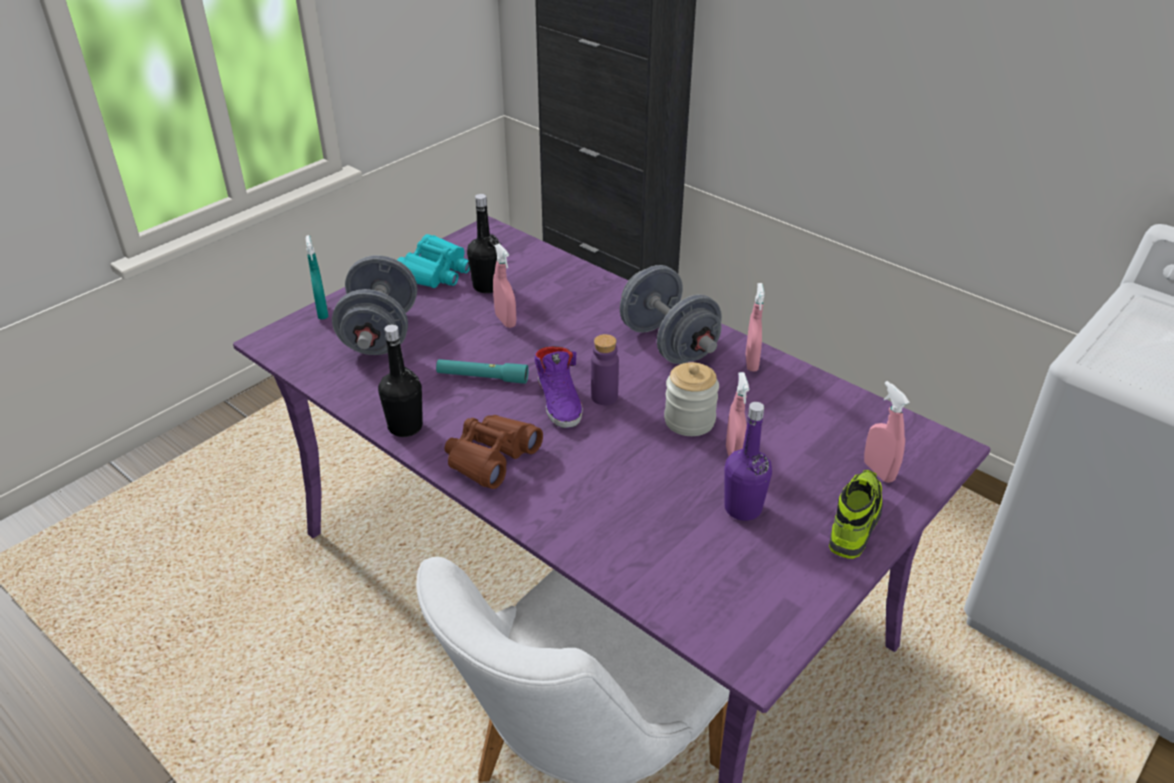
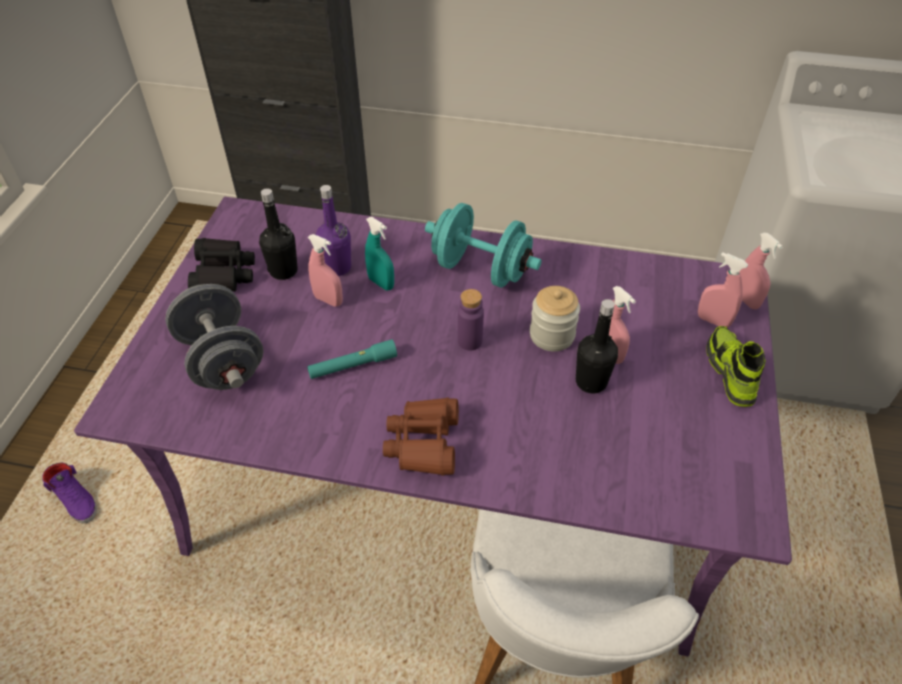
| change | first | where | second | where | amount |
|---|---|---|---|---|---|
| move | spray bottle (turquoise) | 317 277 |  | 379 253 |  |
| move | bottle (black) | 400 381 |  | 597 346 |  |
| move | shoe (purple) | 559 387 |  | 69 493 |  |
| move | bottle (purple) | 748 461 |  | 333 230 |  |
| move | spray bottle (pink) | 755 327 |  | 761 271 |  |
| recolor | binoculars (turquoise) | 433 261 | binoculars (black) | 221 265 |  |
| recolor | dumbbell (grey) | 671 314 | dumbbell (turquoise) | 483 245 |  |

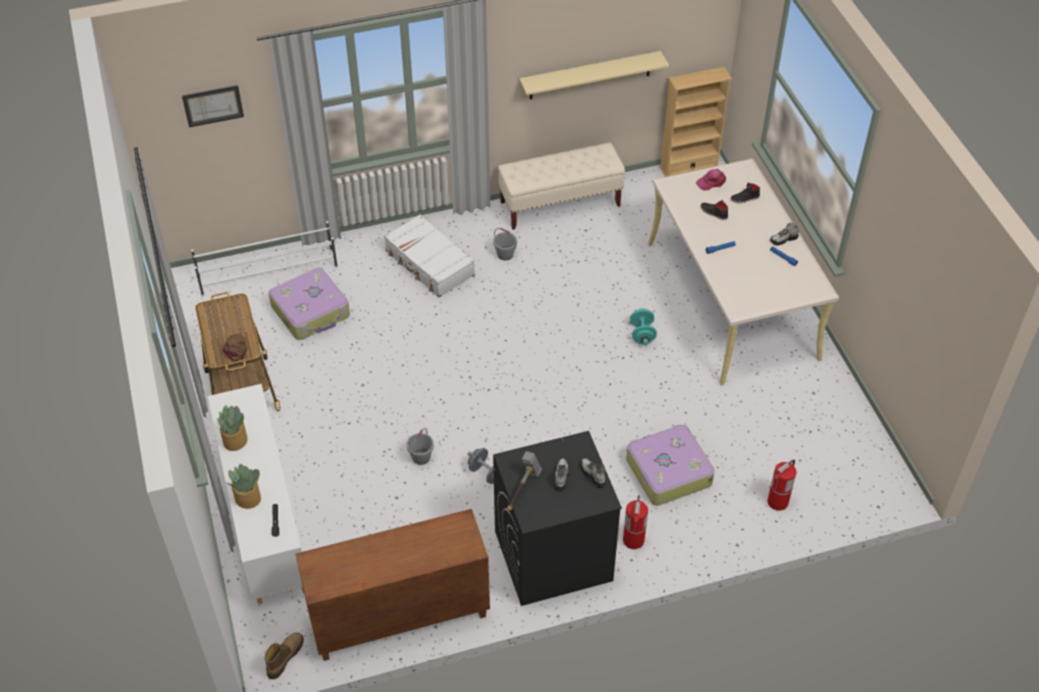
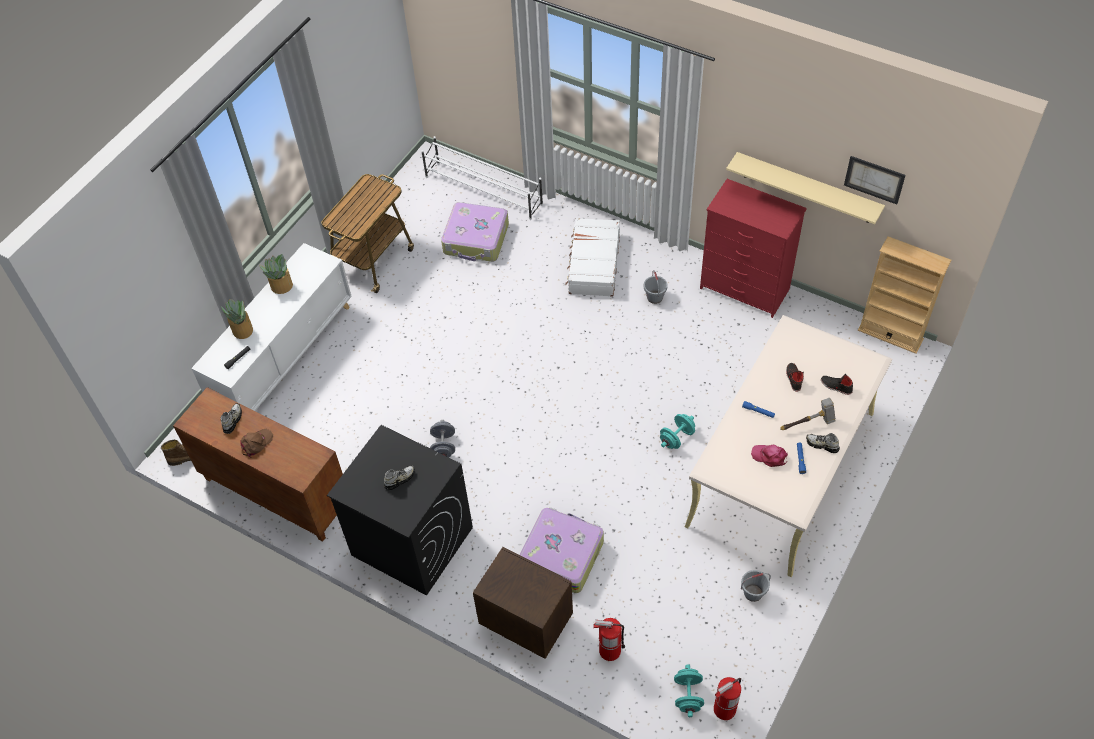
| change | first | where | second | where | amount |
|---|---|---|---|---|---|
| insert |  |  | nightstand (brown) | 523 603 |  |
| insert |  |  | dumbbell (turquoise) | 689 690 |  |
| move | picture | 213 106 |  | 875 180 |  |
| move | cap (brown) | 235 347 |  | 256 443 |  |
| move | bucket (grey) | 420 446 |  | 756 586 |  |
| move | hammer | 524 481 |  | 808 414 |  |
| move | shoe | 593 473 |  | 231 418 |  |
| move | fire extinguisher | 635 522 |  | 727 698 |  |
| move | cap (pink) | 711 180 |  | 769 455 |  |
| replace | bench (beige) | 561 186 | dresser (red) | 753 248 |  |

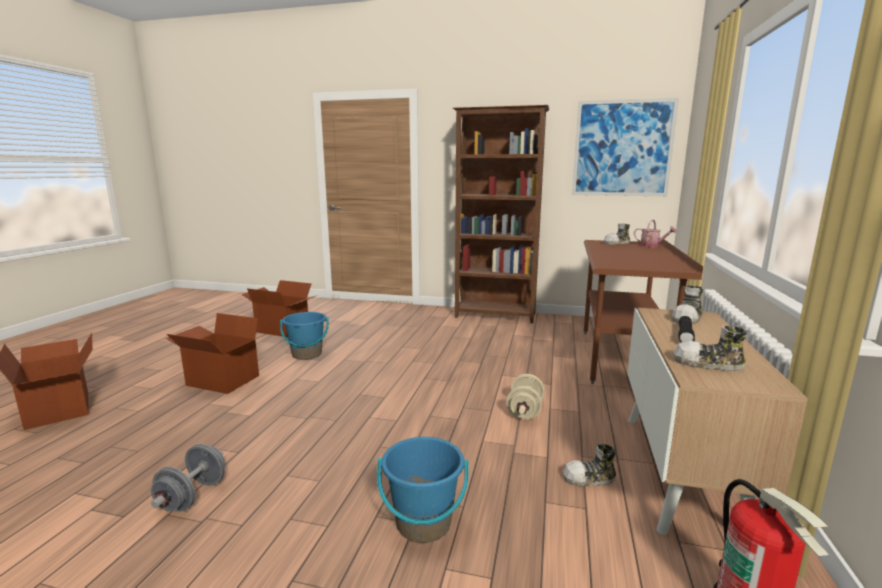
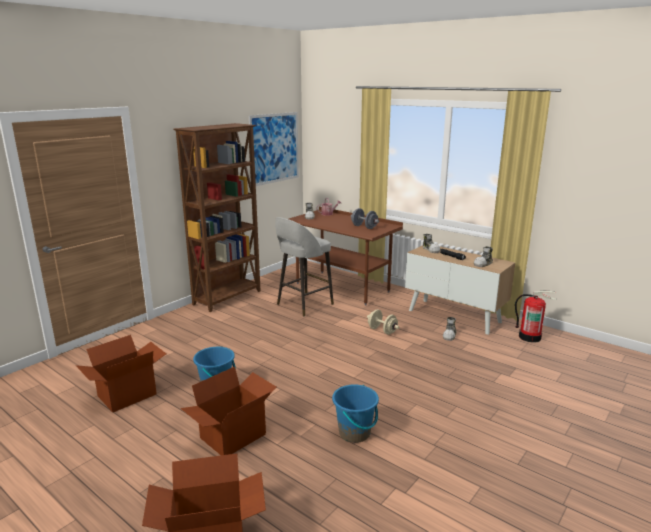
| change | first | where | second | where | amount |
|---|---|---|---|---|---|
| insert |  |  | stool (grey) | 305 267 |  |
| move | dumbbell (grey) | 188 478 |  | 365 218 |  |
| move | bucket (blue) | 423 490 |  | 355 413 |  |

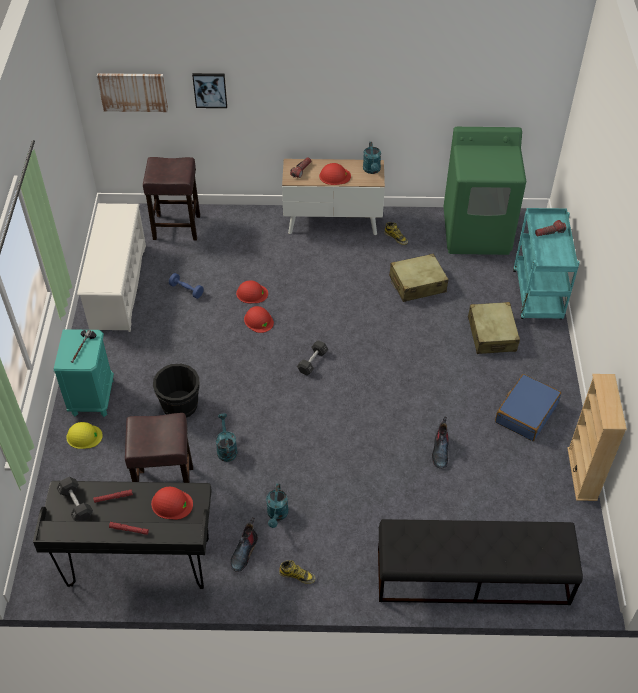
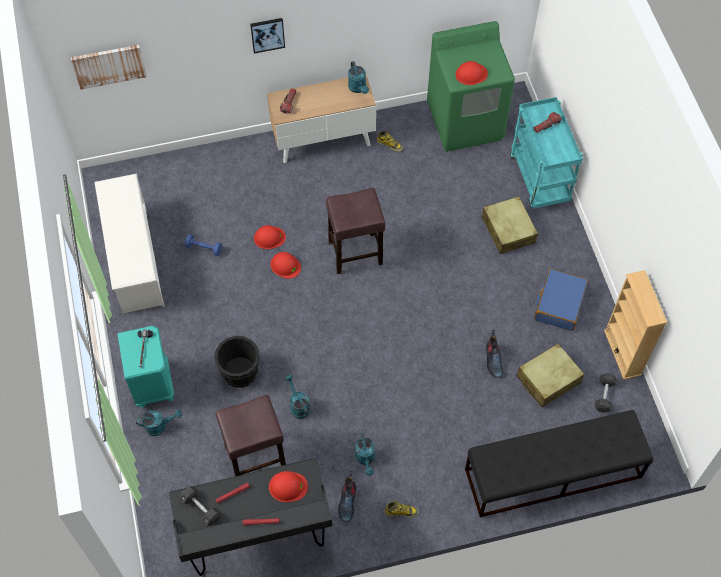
| change | first | where | second | where | amount |
|---|---|---|---|---|---|
| move | stool (brown) | 171 199 |  | 355 231 |  |
| move | picture | 209 90 |  | 267 36 |  |
| move | dumbbell (black) | 312 358 |  | 605 393 |  |
| move | hard hat (red) | 335 174 |  | 471 73 |  |
| move | suitcase (beige) | 418 278 |  | 550 375 |  |
| replace | hard hat (yellow) | 84 435 | watering can (turquoise) | 159 422 |  |

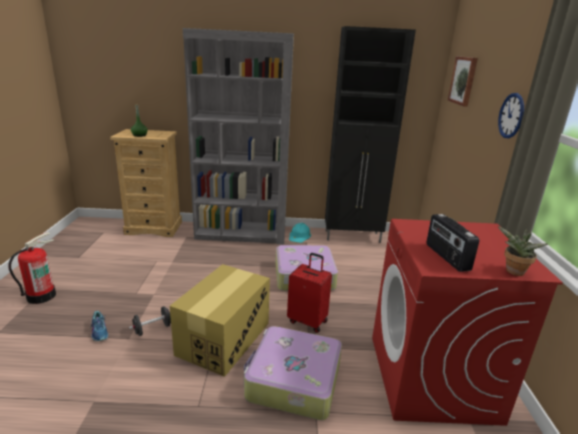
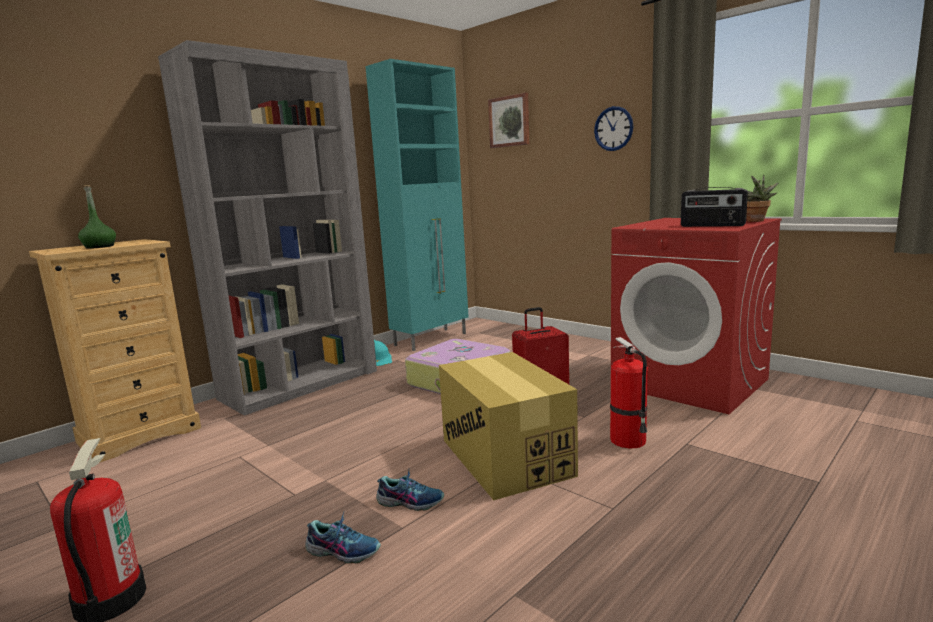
| change | first | where | second | where | amount |
|---|---|---|---|---|---|
| replace | dumbbell (black) | 150 321 | shoe | 410 490 |  |
| replace | suitcase | 293 373 | fire extinguisher | 629 392 |  |
| recolor | cabinet (black) | 370 134 | cabinet (turquoise) | 417 205 |  |

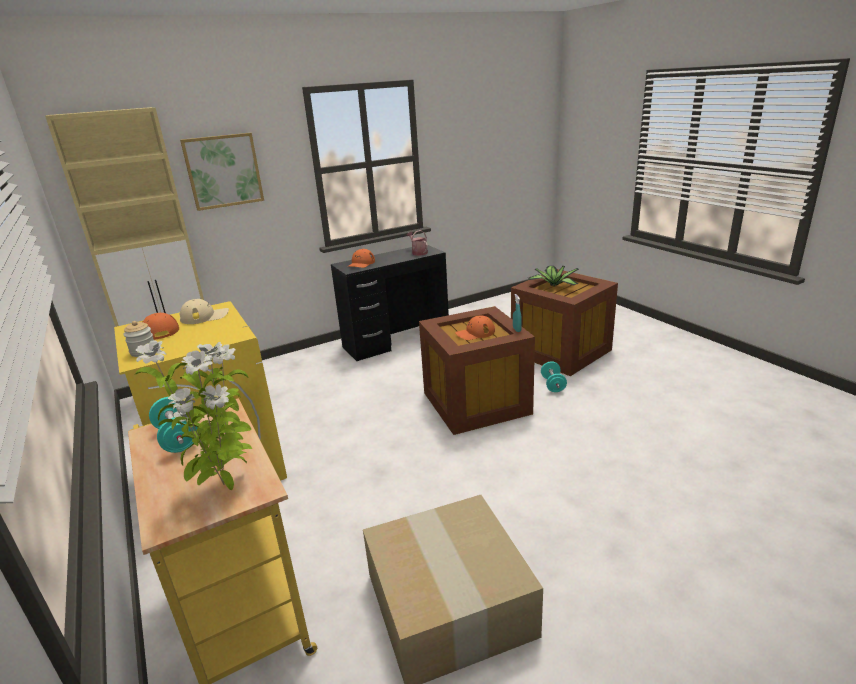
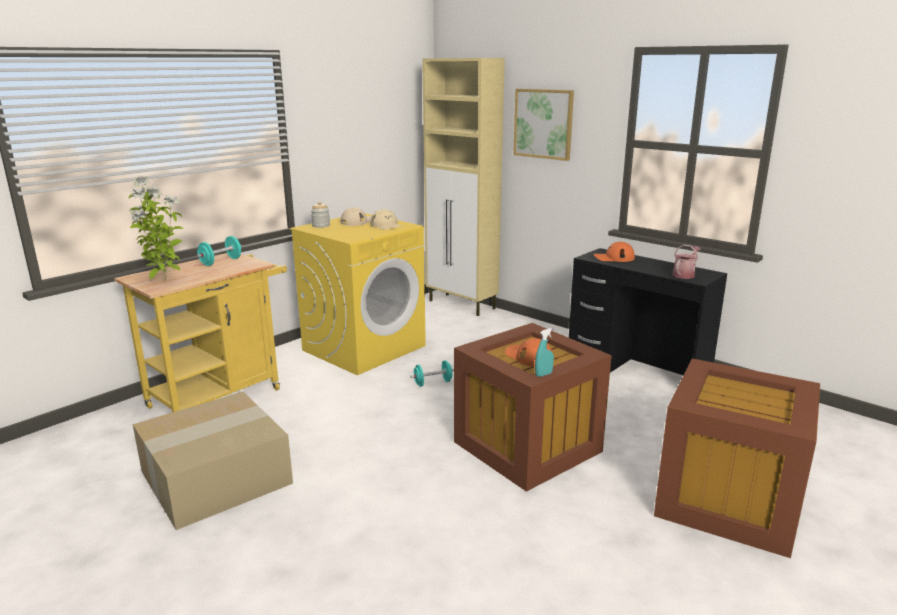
| change | first | where | second | where | amount |
|---|---|---|---|---|---|
| delete | potted plant | 554 276 |  |  |  |
| move | dumbbell (turquoise) | 554 376 |  | 432 373 |  |
| recolor | cap (orange) | 160 326 | cap (beige) | 358 216 |  |

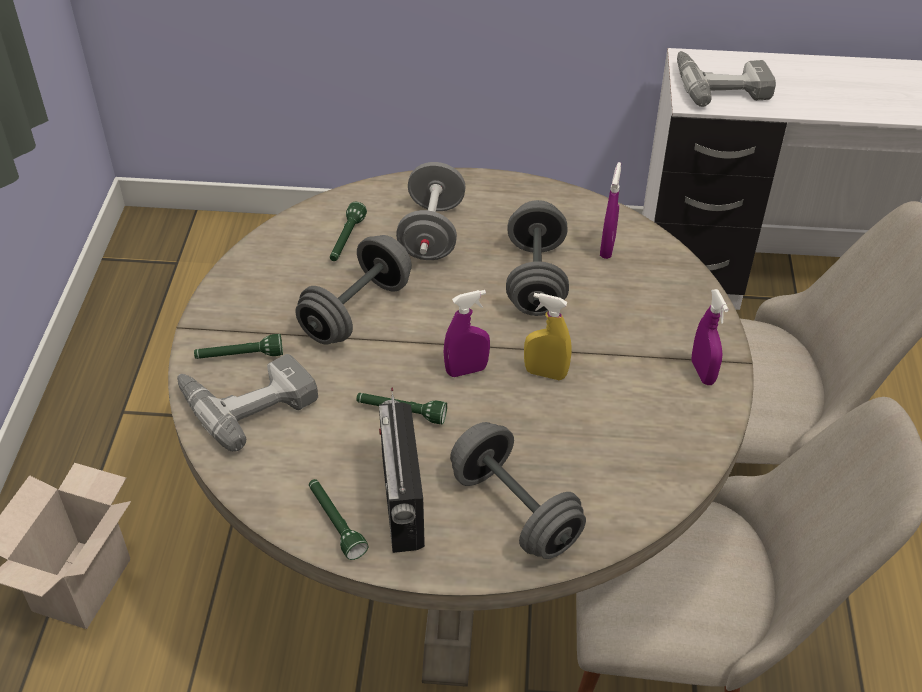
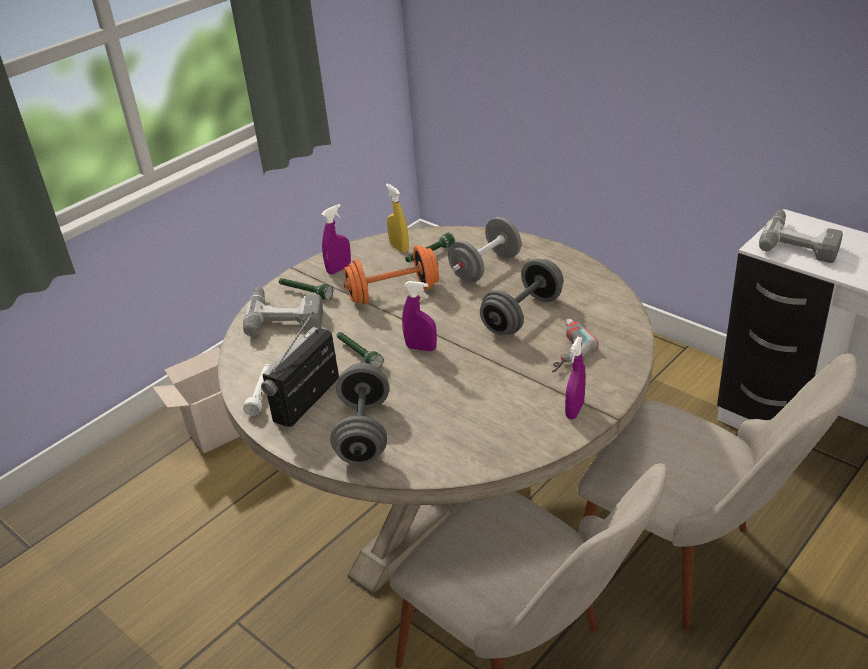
| change | first | where | second | where | amount |
|---|---|---|---|---|---|
| insert |  |  | power drill | 575 345 |  |
| move | spray bottle (yellow) | 548 336 |  | 397 218 |  |
| move | spray bottle (purple) | 610 210 |  | 336 239 |  |
| recolor | dumbbell (grey) | 353 290 | dumbbell (orange) | 391 274 |  |
| recolor | flashlight (green) | 338 519 | flashlight (white) | 257 390 |  |

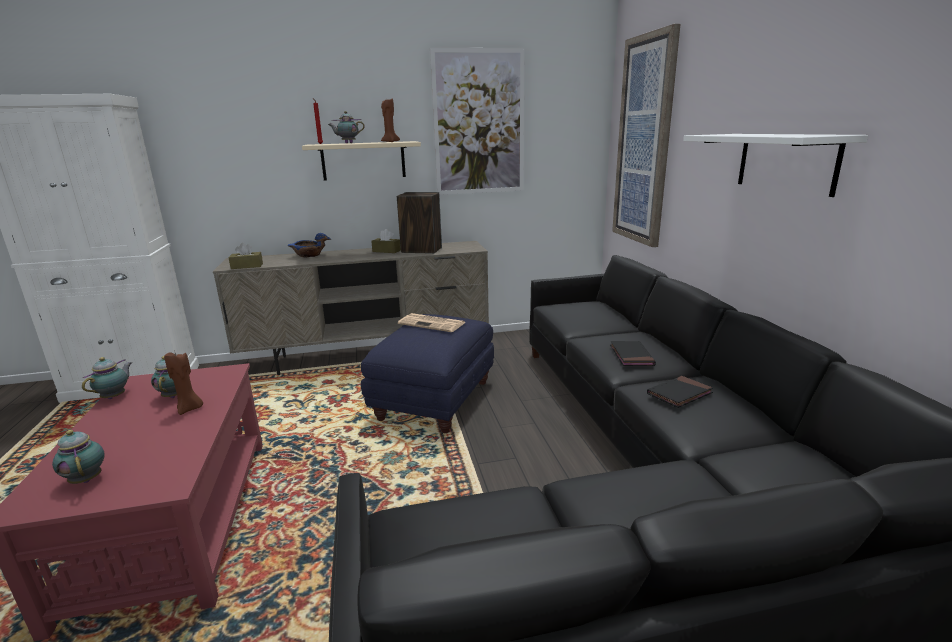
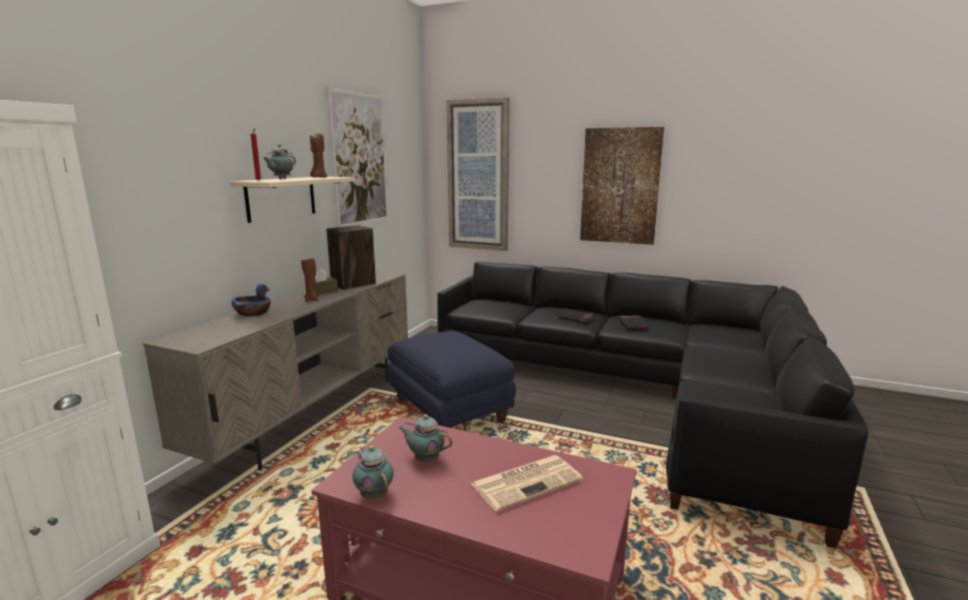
| change | first | where | second | where | amount |
|---|---|---|---|---|---|
| delete | teapot | 78 457 |  |  |  |
| delete | tissue box (brown) | 246 256 |  |  |  |
| move | candle (brown) | 183 382 |  | 310 280 |  |
| move | newspaper | 432 322 |  | 527 483 |  |
| replace | shelf (white) | 775 165 | picture | 622 186 |  |

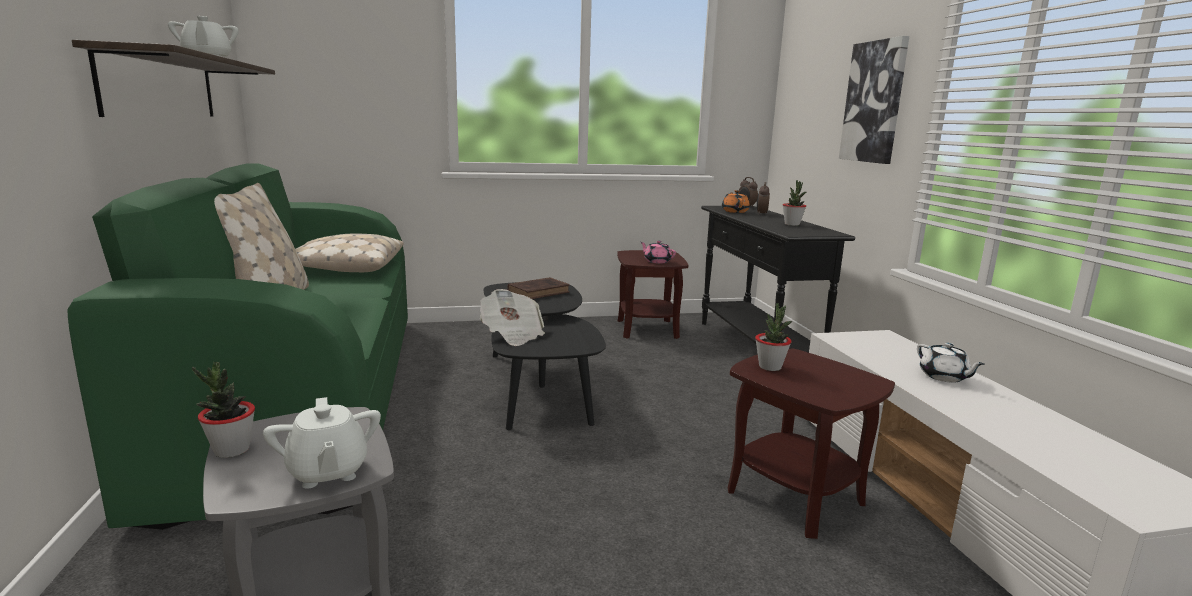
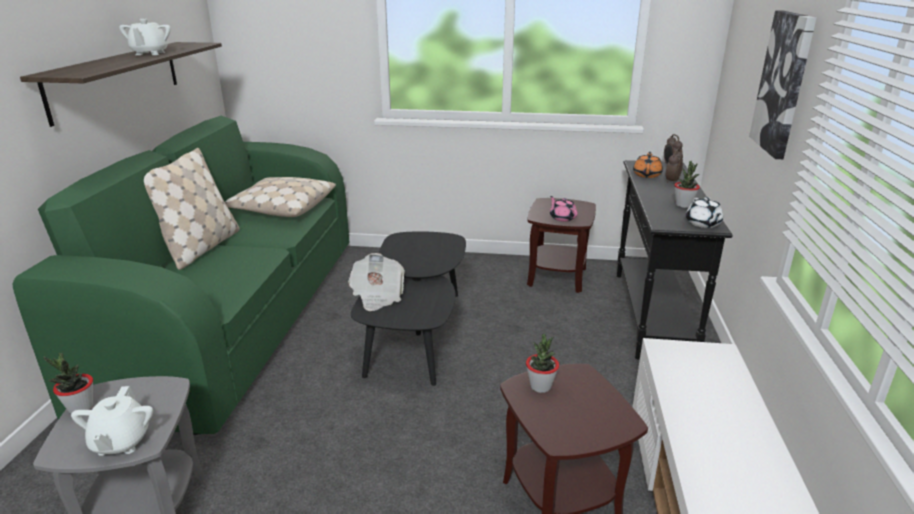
| change | first | where | second | where | amount |
|---|---|---|---|---|---|
| delete | book (brown) | 538 288 |  |  |  |
| move | teapot (white) | 951 363 |  | 704 212 |  |

